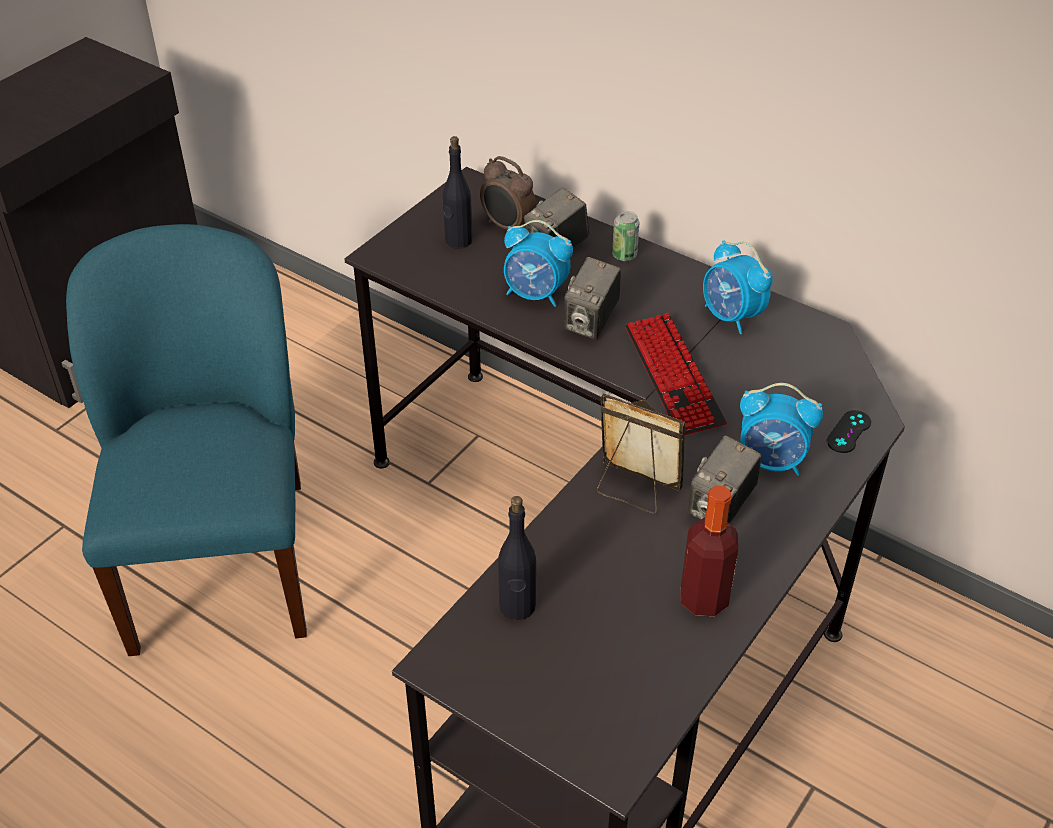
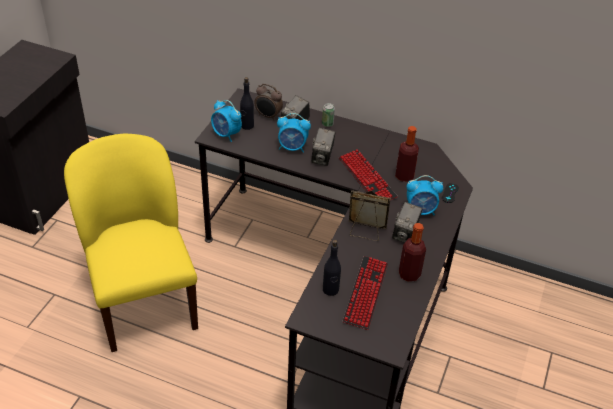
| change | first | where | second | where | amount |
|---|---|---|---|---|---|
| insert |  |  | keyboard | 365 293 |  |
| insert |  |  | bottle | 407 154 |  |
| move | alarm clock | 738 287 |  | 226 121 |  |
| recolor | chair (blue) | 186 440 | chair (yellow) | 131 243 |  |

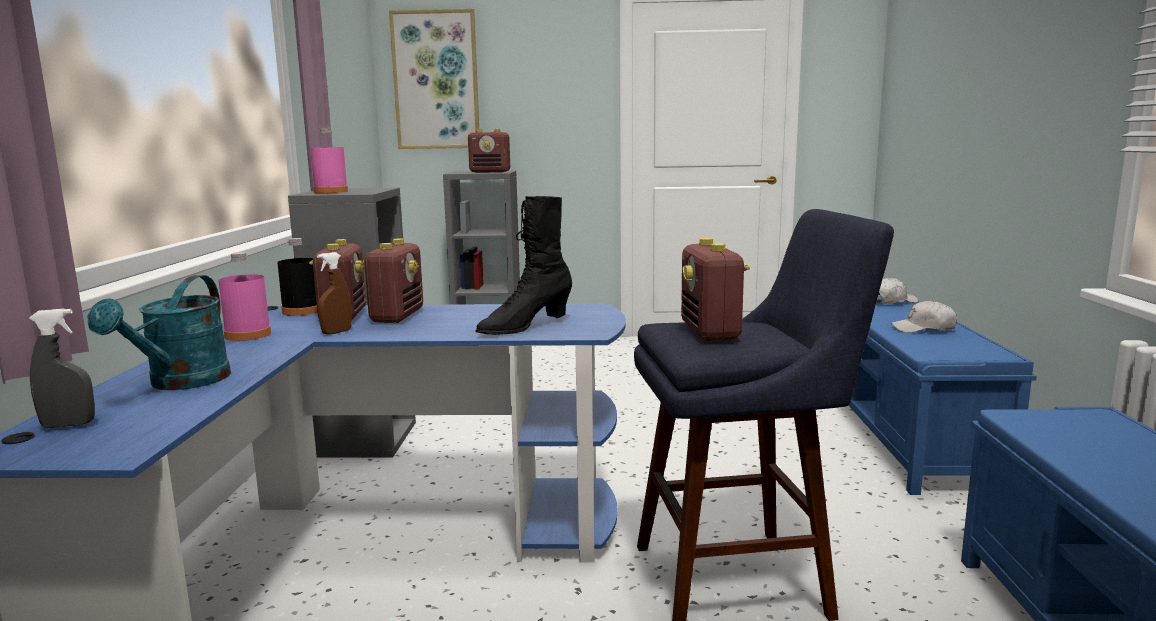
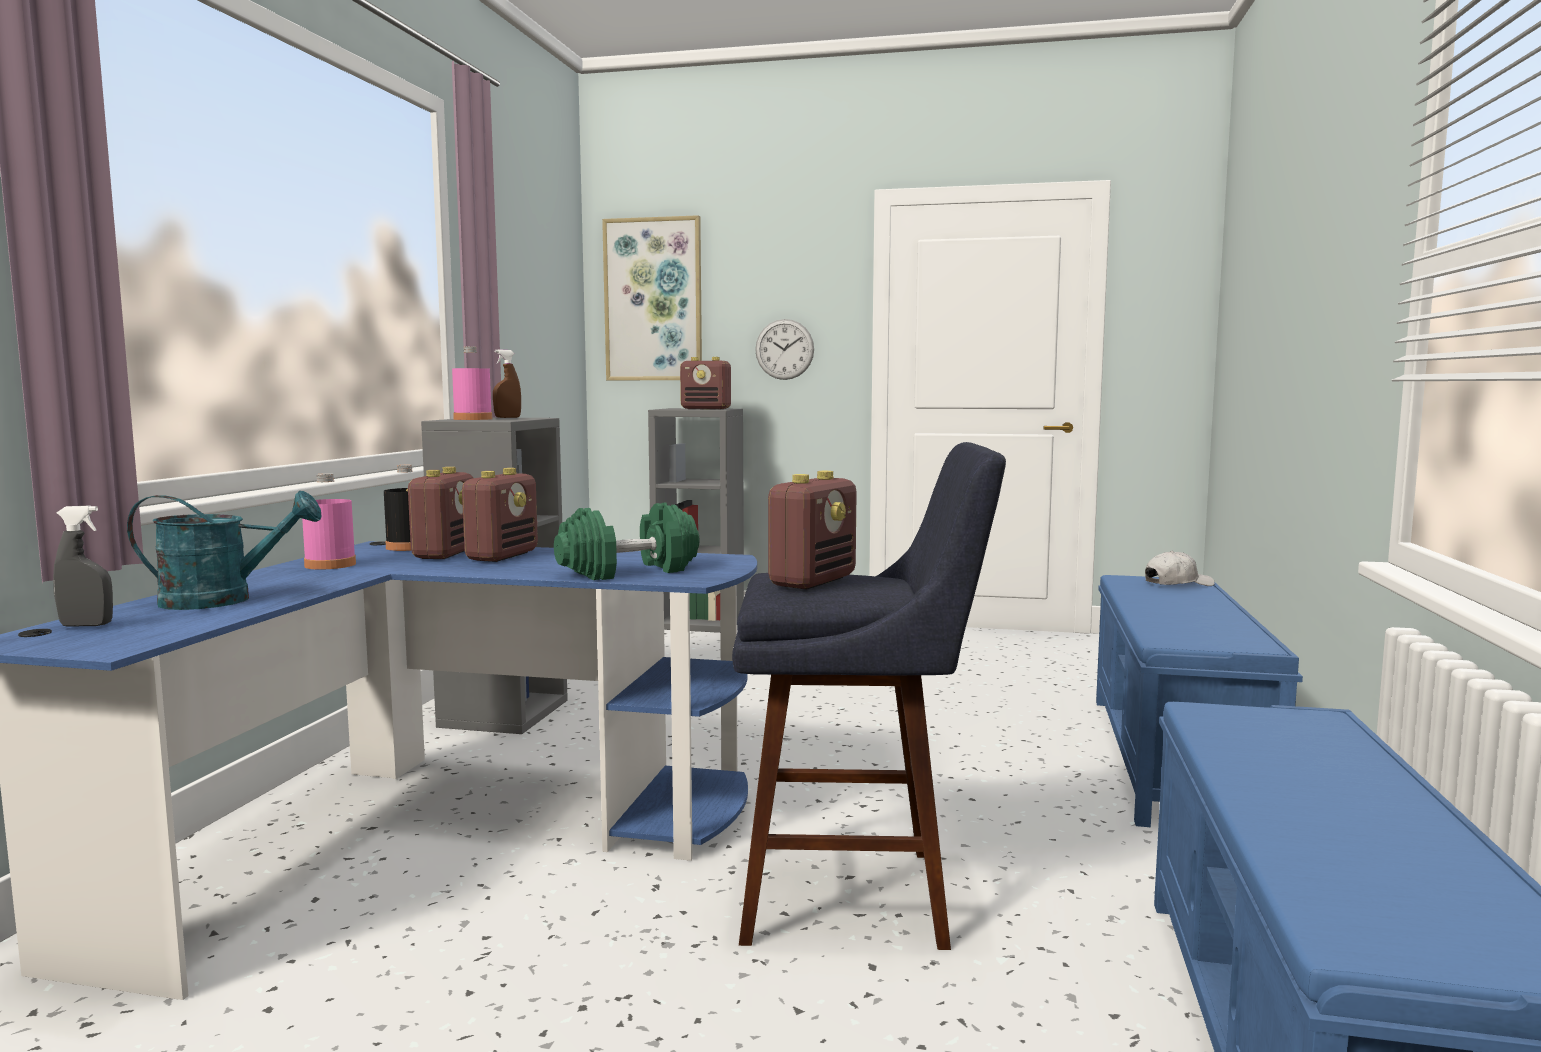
| change | first | where | second | where | amount |
|---|---|---|---|---|---|
| delete | cap (white) | 924 316 |  |  |  |
| insert |  |  | wall clock | 784 349 |  |
| move | spray bottle (brown) | 334 293 |  | 507 383 |  |
| replace | boot (black) | 523 265 | dumbbell (green) | 627 541 |  |
| rotate | watering can (turquoise) | 159 332 |  | 224 550 | 120 degrees counterclockwise |
| rotate | radio | 715 289 |  | 812 530 | 150 degrees counterclockwise |

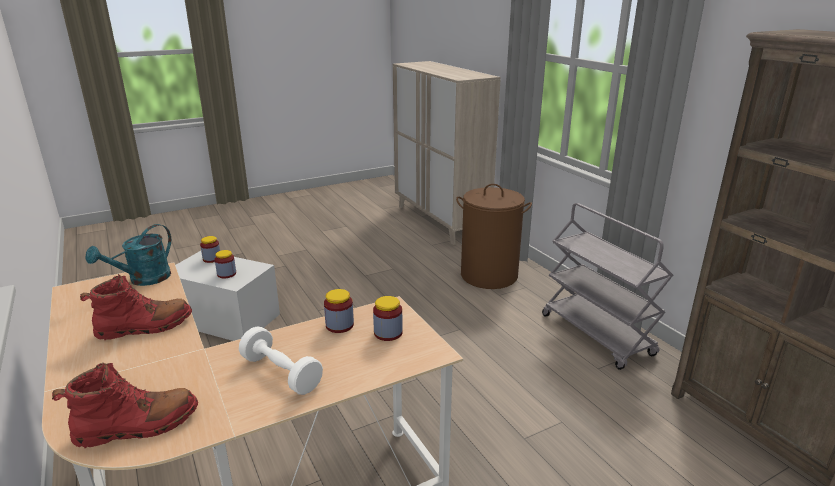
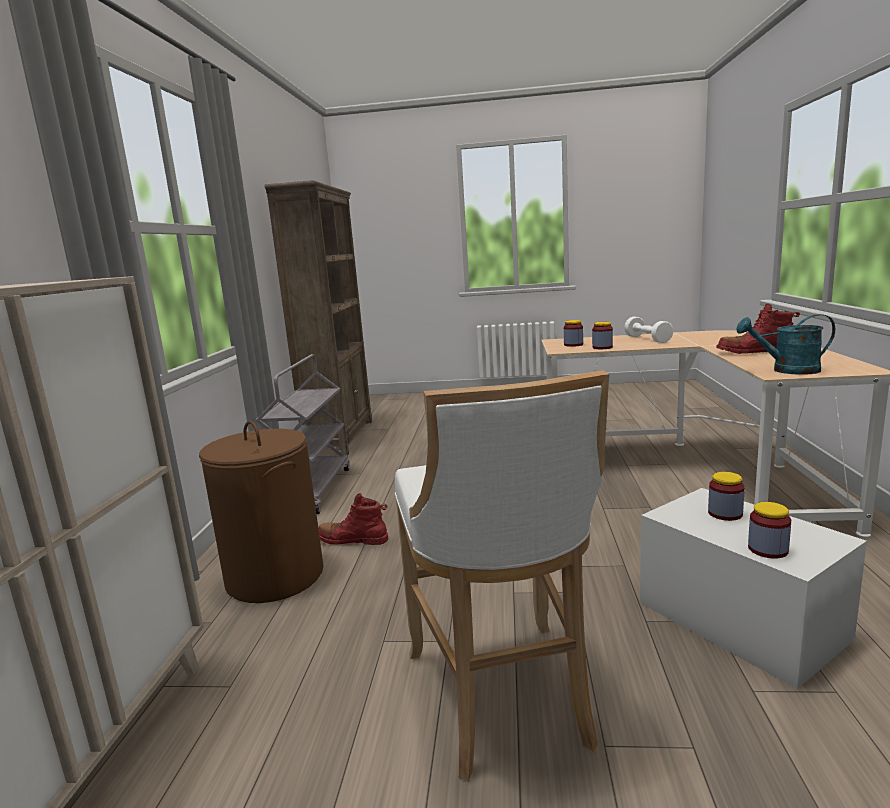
| change | first | where | second | where | amount |
|---|---|---|---|---|---|
| insert |  |  | stool (white) | 502 575 |  |
| move | boot (red) | 125 405 |  | 353 519 |  |
| rotate | watering can (turquoise) | 128 255 |  | 786 344 | 150 degrees counterclockwise |

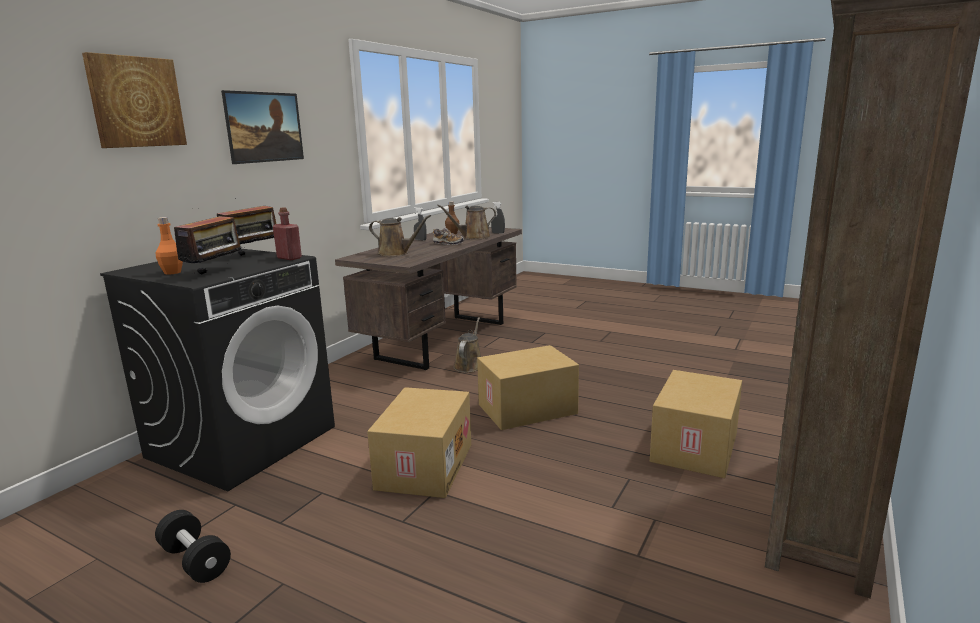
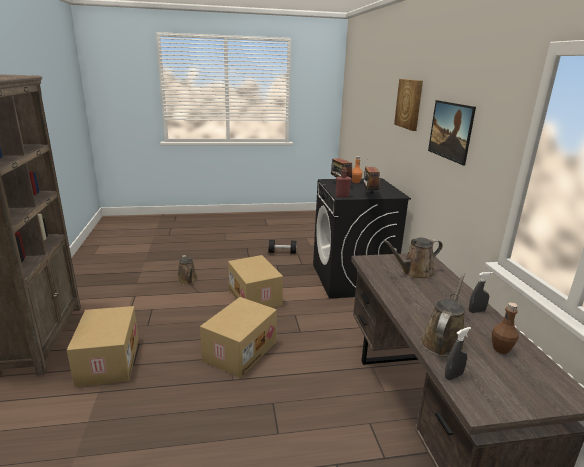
| change | first | where | second | where | amount |
|---|---|---|---|---|---|
| delete | shoe | 448 236 |  |  |  |
| move | watering can (brown) | 467 345 |  | 187 270 |  |

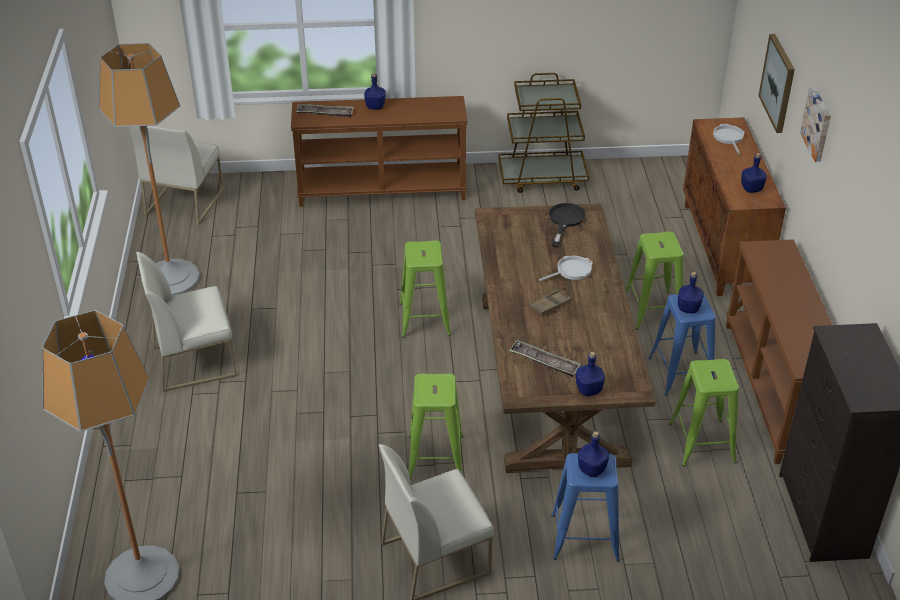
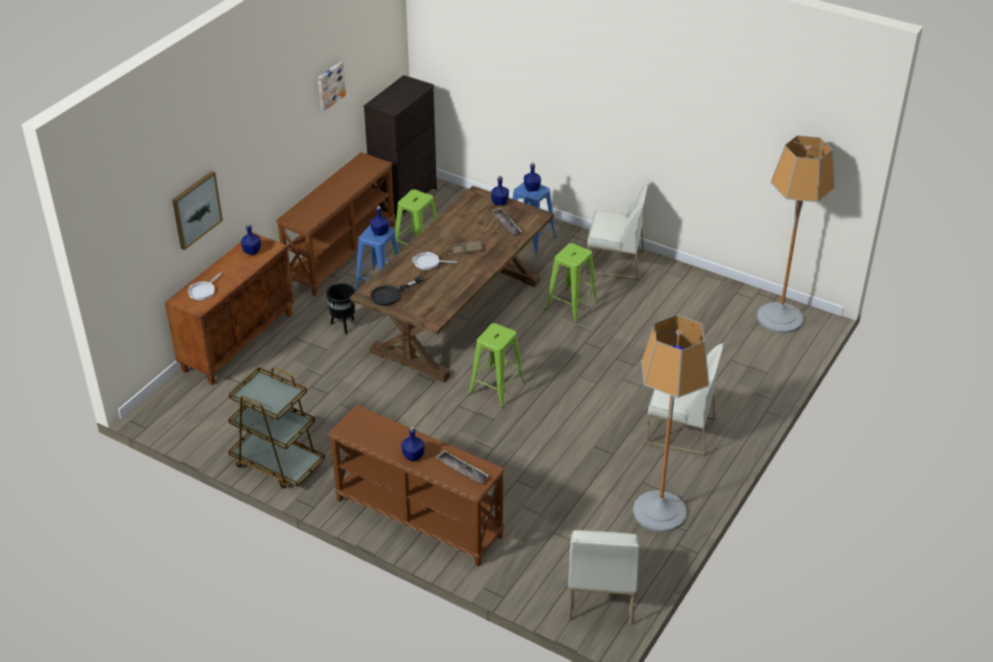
| change | first | where | second | where | amount |
|---|---|---|---|---|---|
| move | picture | 815 124 |  | 332 86 |  |
| replace | stool (green) | 654 280 | planter (black) | 340 308 |  |
| rotate | chair (white) | 176 175 |  | 603 577 | 135 degrees clockwise |

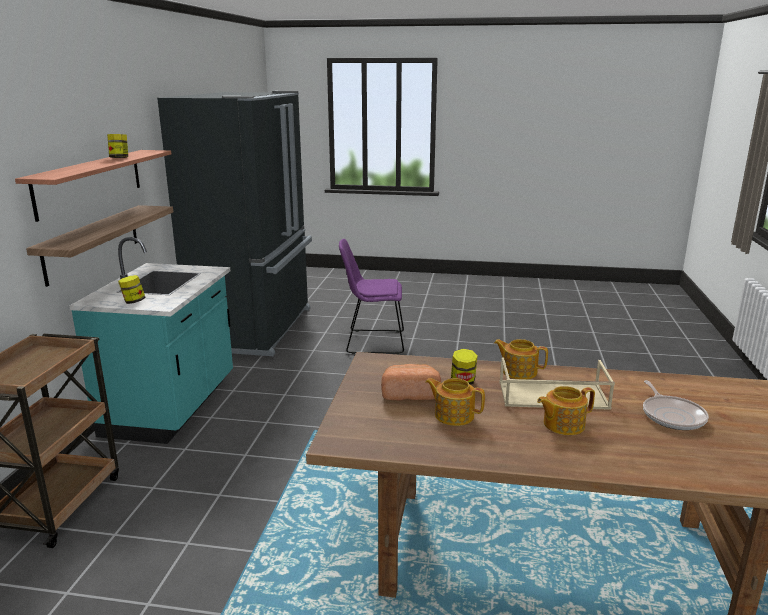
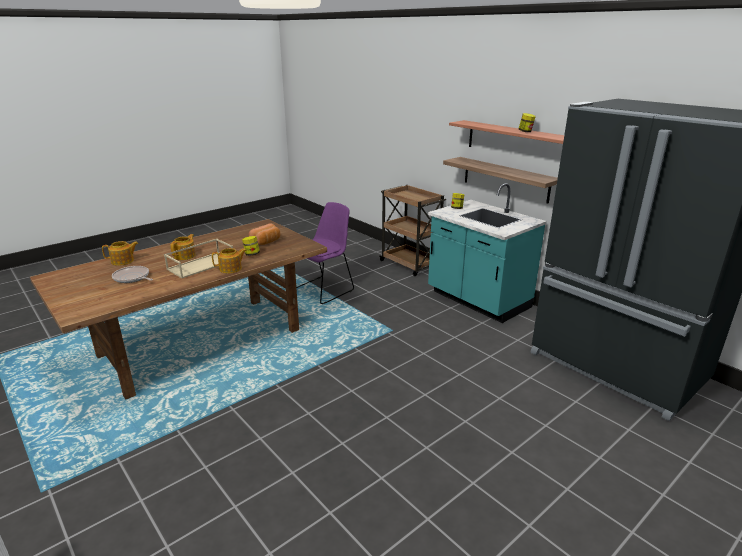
| change | first | where | second | where | amount |
|---|---|---|---|---|---|
| move | chair (purple) | 371 296 |  | 325 253 |  |
| move | teapot | 455 402 |  | 120 253 |  |

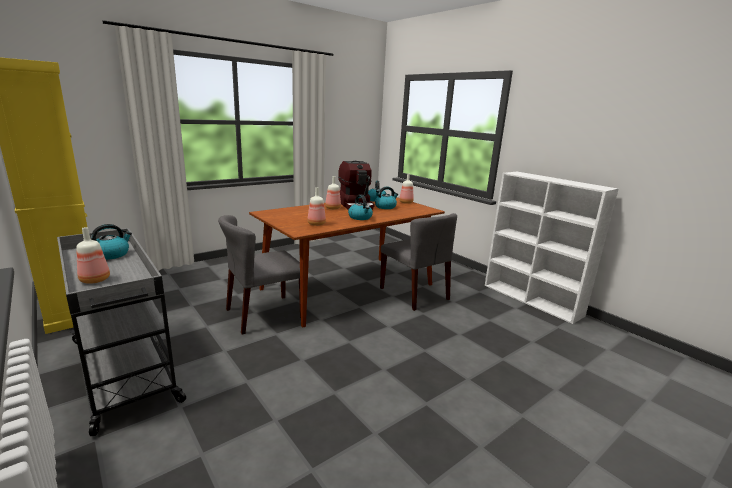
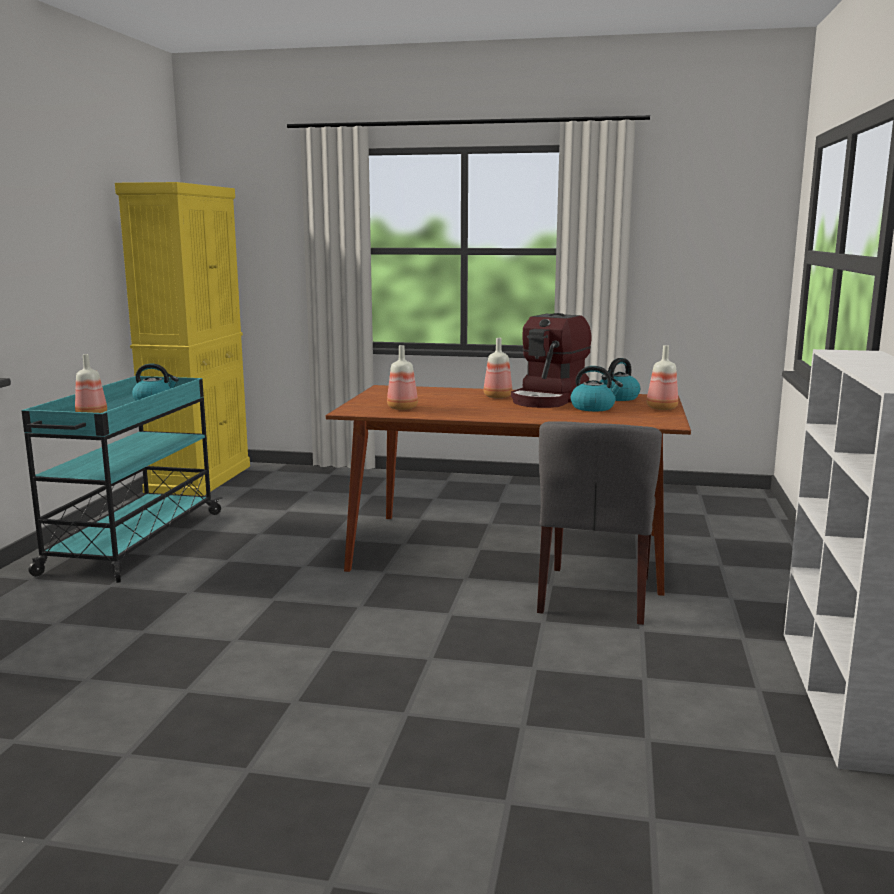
| change | first | where | second | where | amount |
|---|---|---|---|---|---|
| delete | chair (grey) | 259 275 |  |  |  |
| delete | kettle | 360 207 |  |  |  |
| recolor | cart (grey) | 121 332 | cart (turquoise) | 122 479 |  |

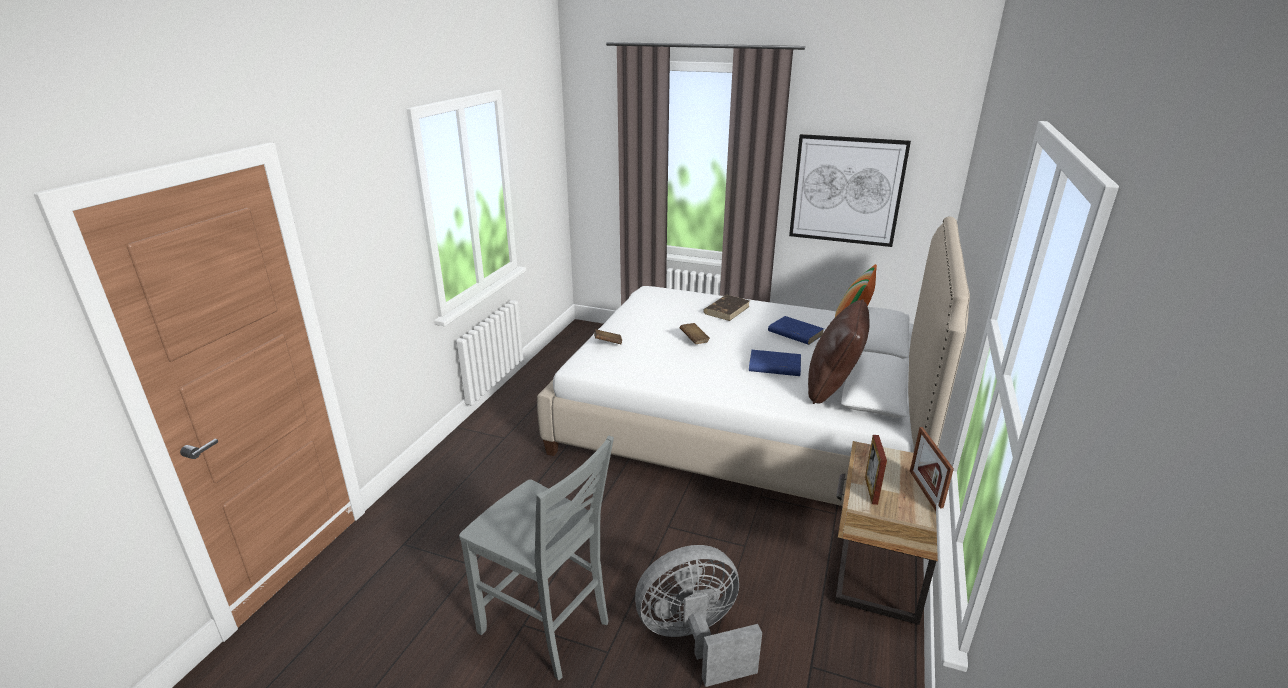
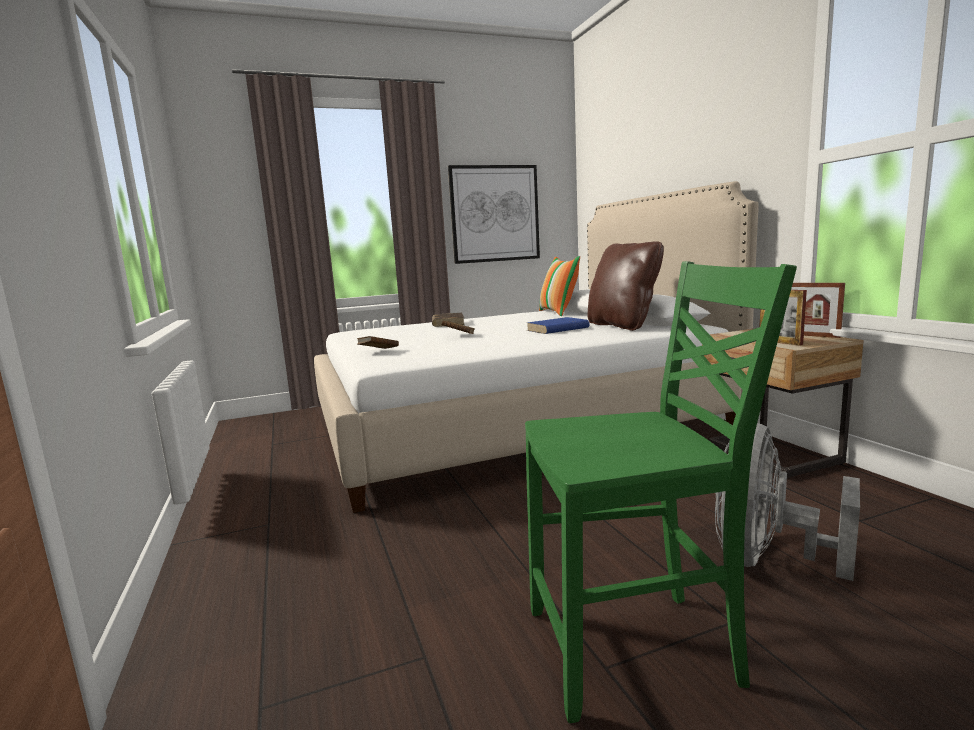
| change | first | where | second | where | amount |
|---|---|---|---|---|---|
| delete | book (blue) | 796 330 |  |  |  |
| recolor | chair (grey) | 536 558 | chair (green) | 661 492 |  |

